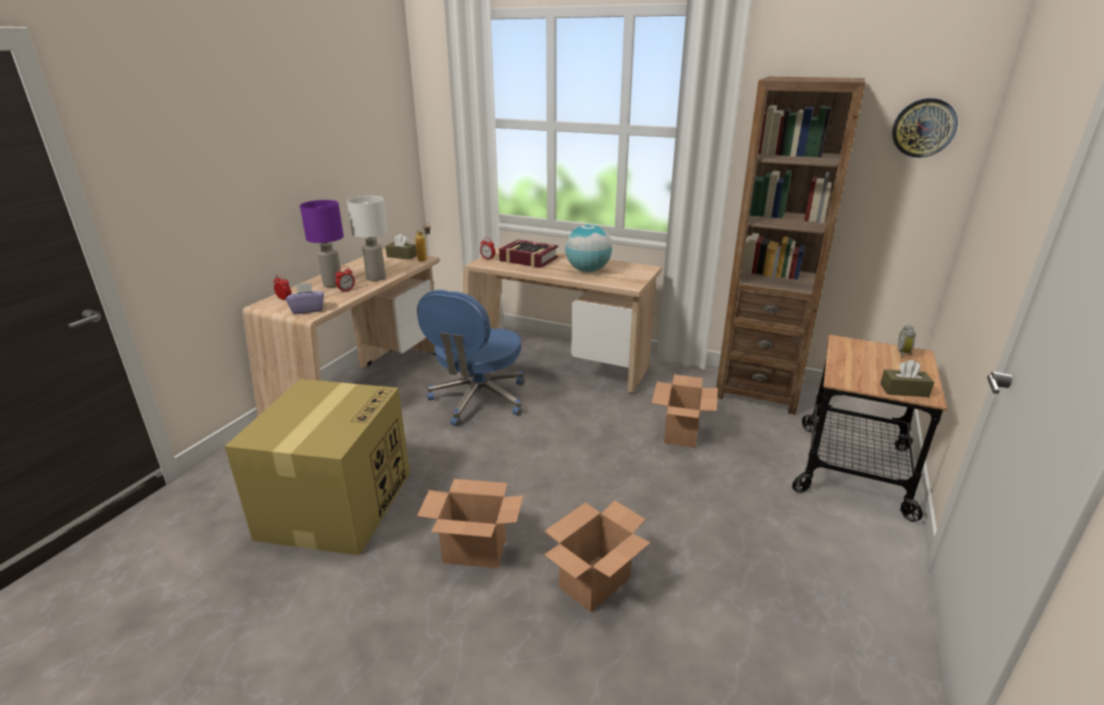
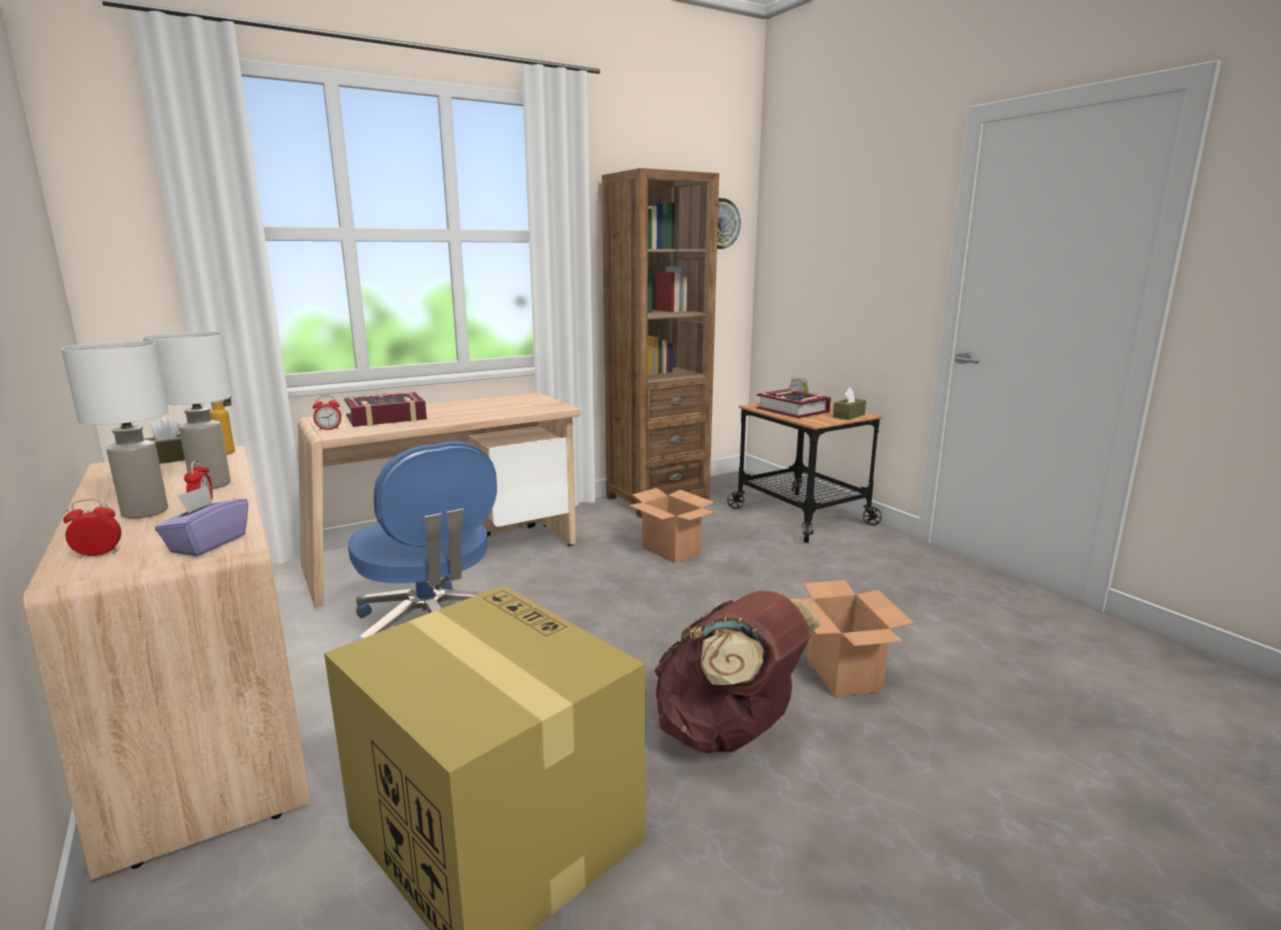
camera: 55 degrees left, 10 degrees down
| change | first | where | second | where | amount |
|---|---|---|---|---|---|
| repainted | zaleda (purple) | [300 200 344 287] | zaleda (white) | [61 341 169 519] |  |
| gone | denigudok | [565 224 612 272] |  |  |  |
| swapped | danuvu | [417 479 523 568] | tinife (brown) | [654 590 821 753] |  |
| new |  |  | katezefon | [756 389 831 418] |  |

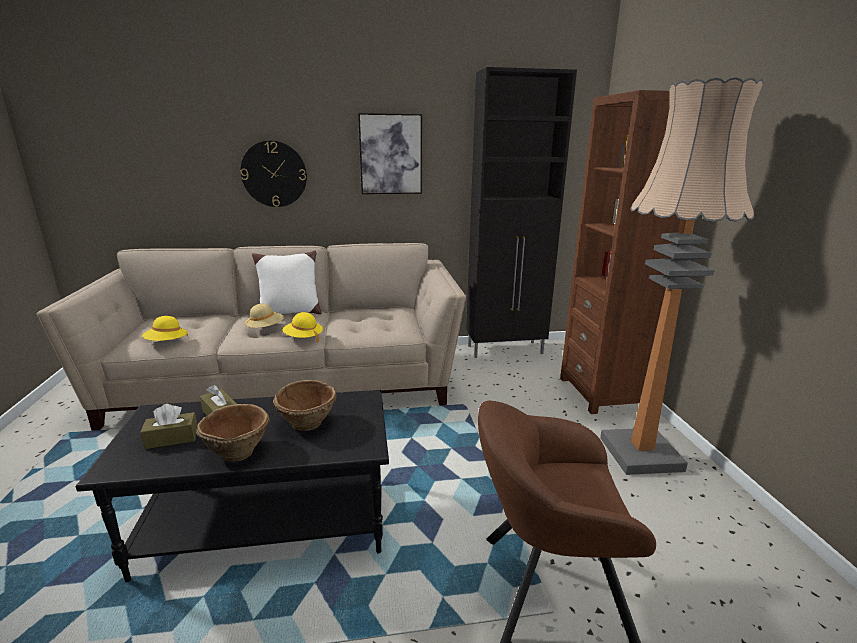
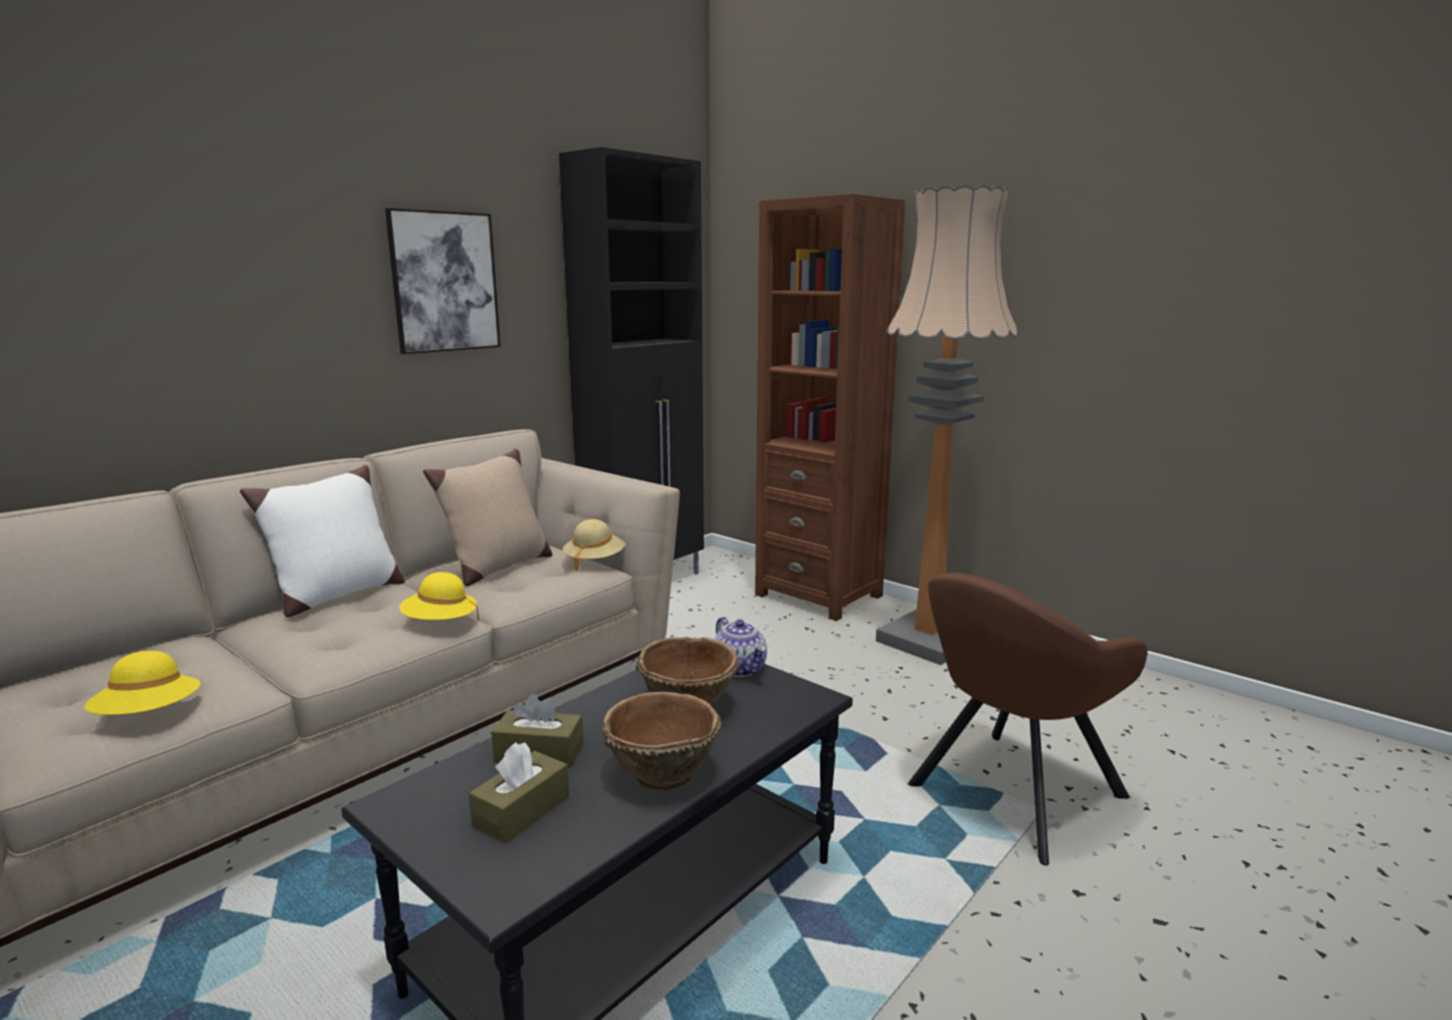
camera: 40 degrees left, 5 degrees down
| change | first | where | second | where | amount |
|---|---|---|---|---|---|
| gone | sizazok | [241 141 307 207] |  |  |  |
| shifted | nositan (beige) | [245 303 284 330] |  | [563 519 625 571] |  |
| new |  |  | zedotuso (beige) | [423 448 552 586] |  |
| new |  |  | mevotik | [714 617 767 677] |  |

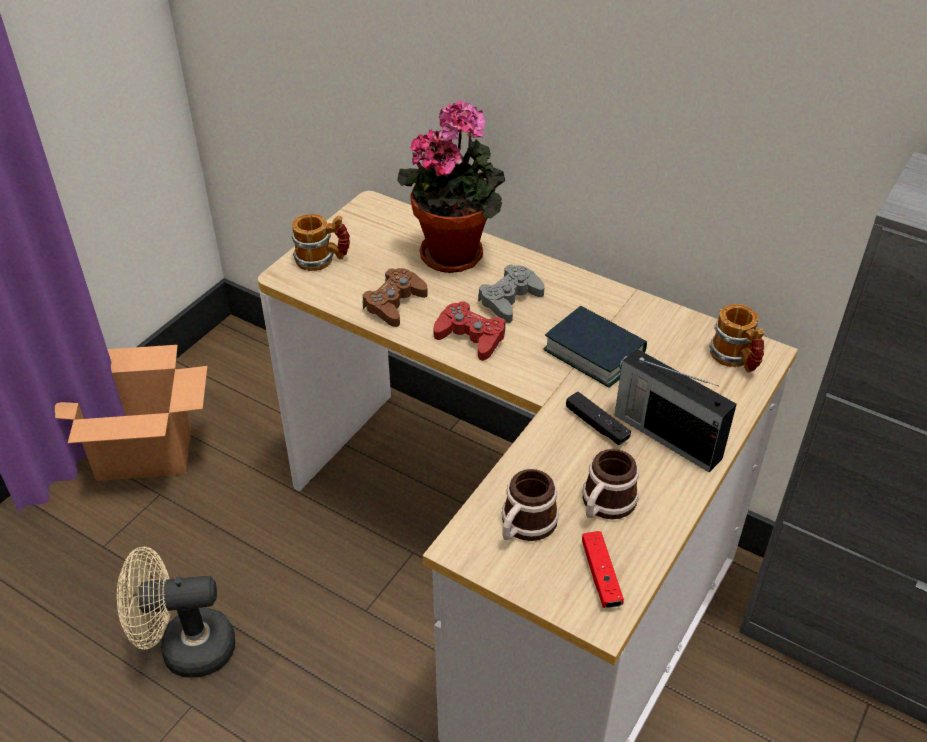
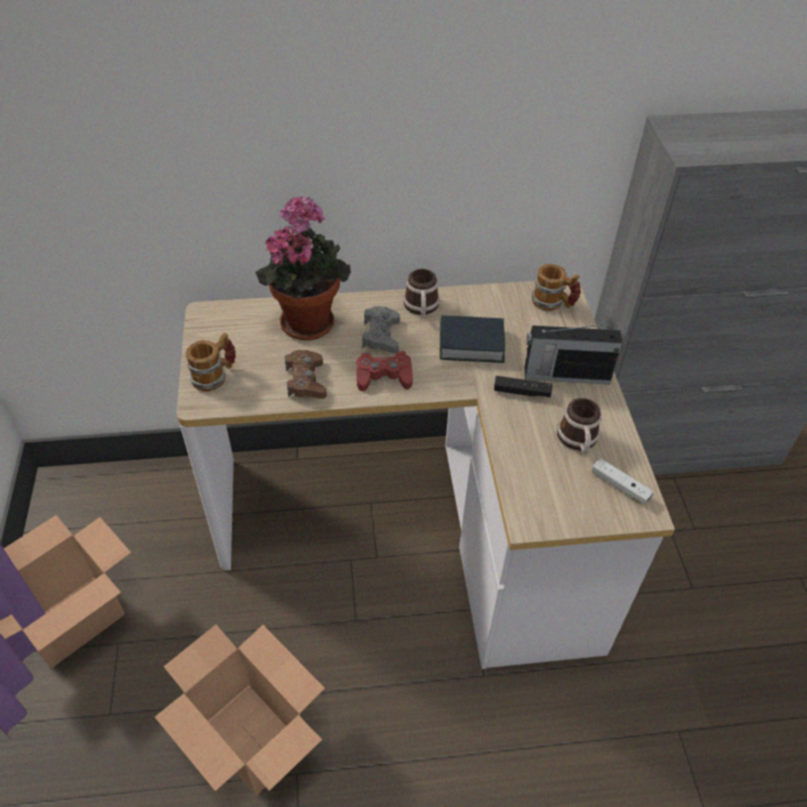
camera: 40 degrees left, 5 degrees up
| change | first | where | second | where | amount |
|---|---|---|---|---|---|
| shifted | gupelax | [502 469 559 541] |  | [403 269 440 316] |  |
| repainted | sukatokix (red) | [582 531 624 608] | sukatokix (white) | [592 458 654 504] |  |
| swapped | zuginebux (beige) | [117 547 235 678] | danuvu | [155 625 325 795] |  |

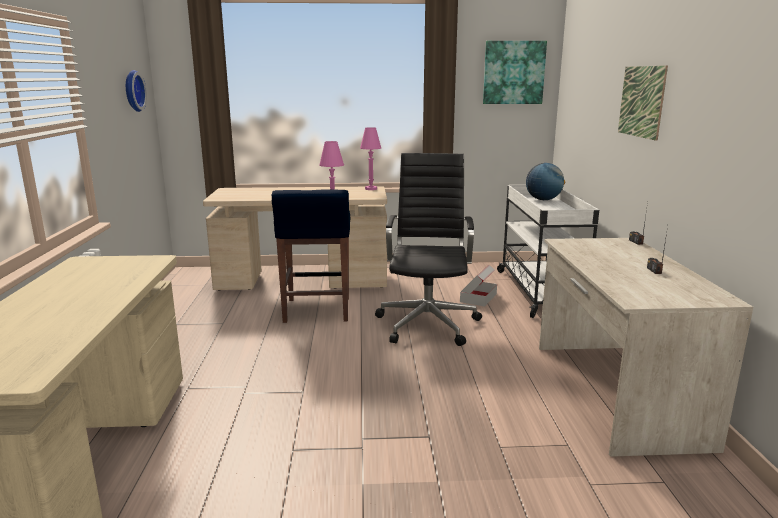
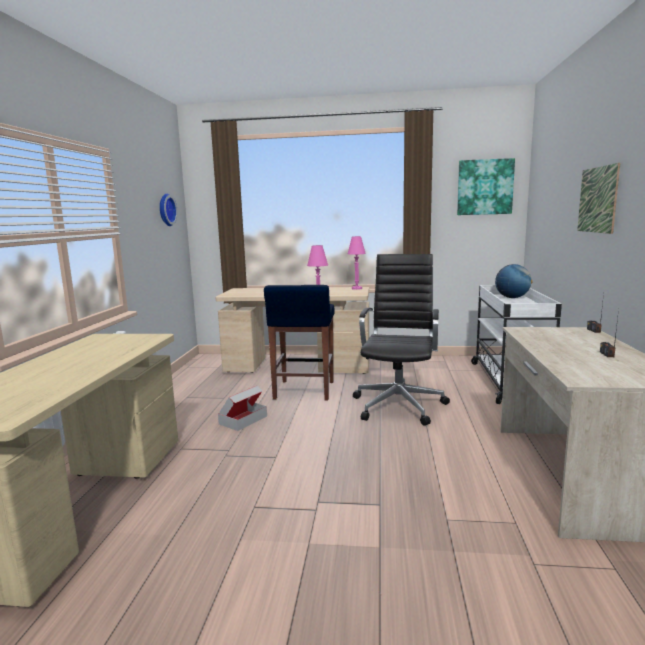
camera: 10 degrees right, 5 degrees down
| change | first | where | second | where | amount |
|---|---|---|---|---|---|
| shifted | danuvu | [460 265 497 307] |  | [218 385 267 431] |  |

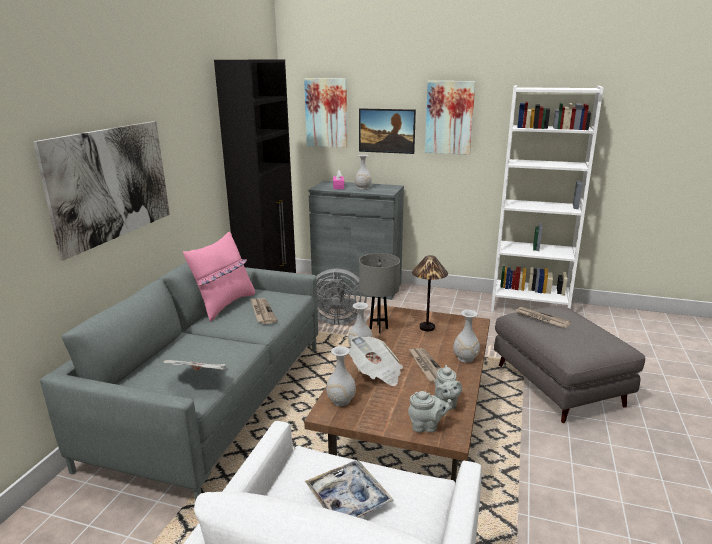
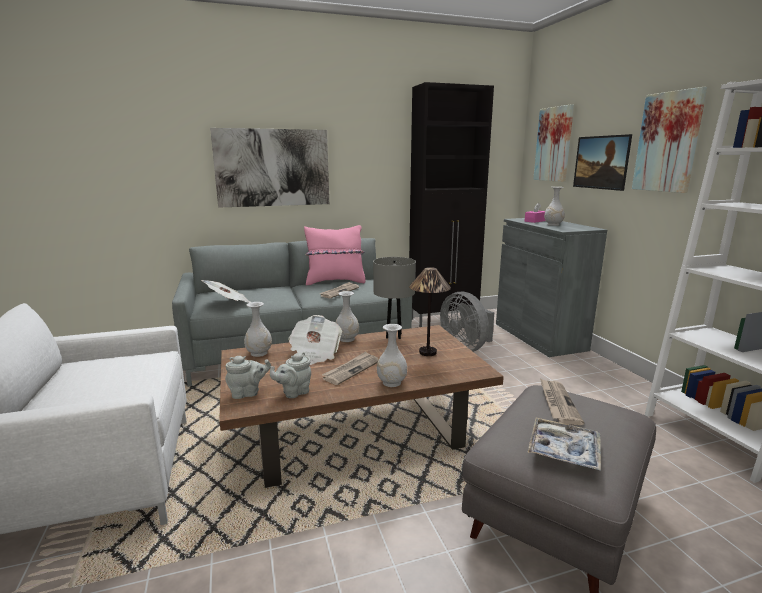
camera: 55 degrees right, 5 degrees down
| change | first | where | second | where | amount |
|---|---|---|---|---|---|
| rotated | mevotik (grey) | [408 391 453 432] |  | [225 356 271 399] | 75 degrees counterclockwise |
| shifted | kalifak | [305 460 394 517] |  | [527 418 601 471] |  |

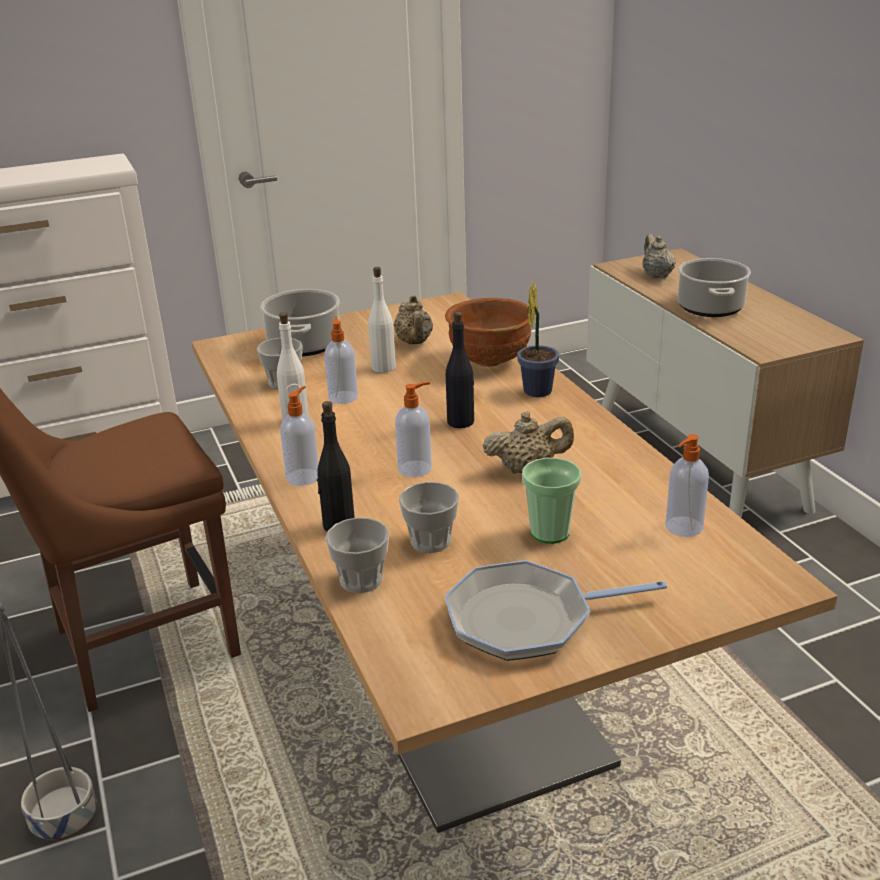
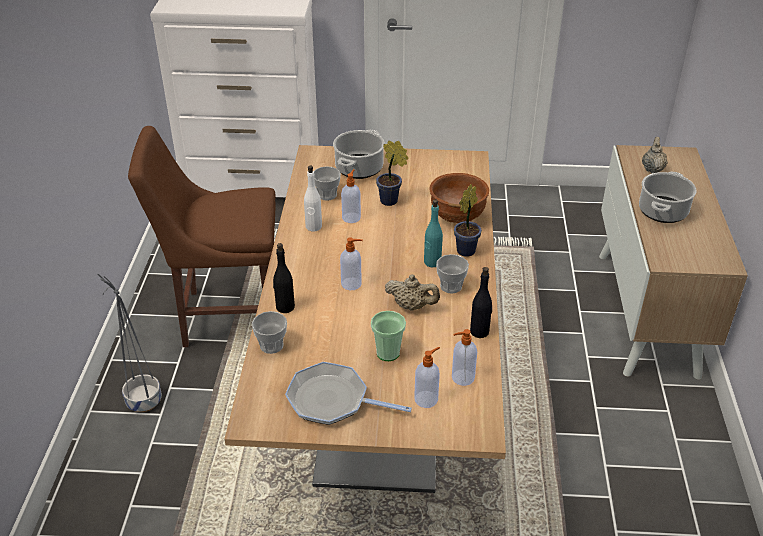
camera: 25 degrees right, 10 degrees up
| change | first | where | second | where | amount |
|---|---|---|---|---|---|
| swapped | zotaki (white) | [368 267 396 373] | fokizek | [376 141 408 206] |  |
| gone | mevotik (beige) | [393 295 433 344] |  |  |  |
| shifted | zotaki (black) | [446 312 474 428] |  | [470 267 492 338] |  |
| shifted | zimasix | [280 386 319 486] |  | [414 347 440 408] |  |
| shifted | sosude | [399 482 459 553] |  | [436 254 469 293] |  |
| new |  |  | zotaki (turquoise) | [424 199 443 267] |  |

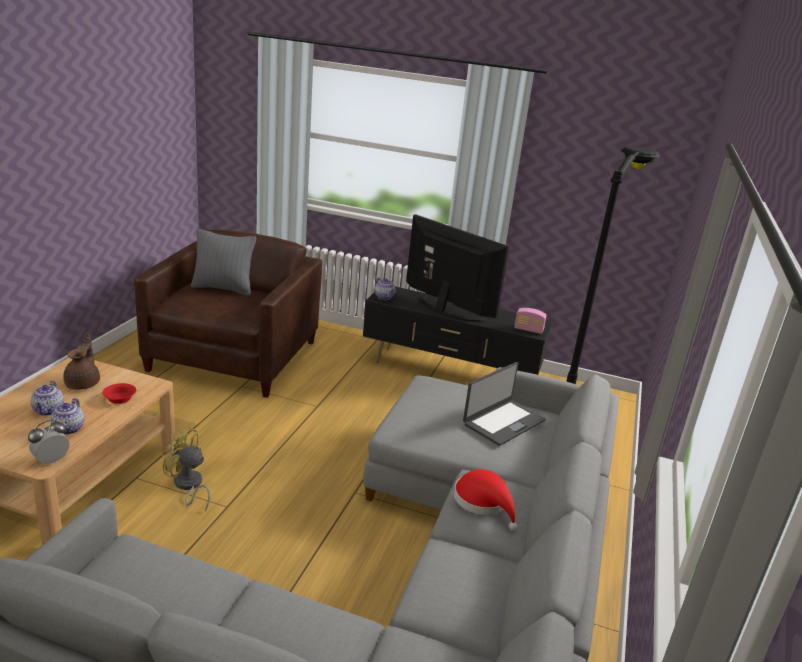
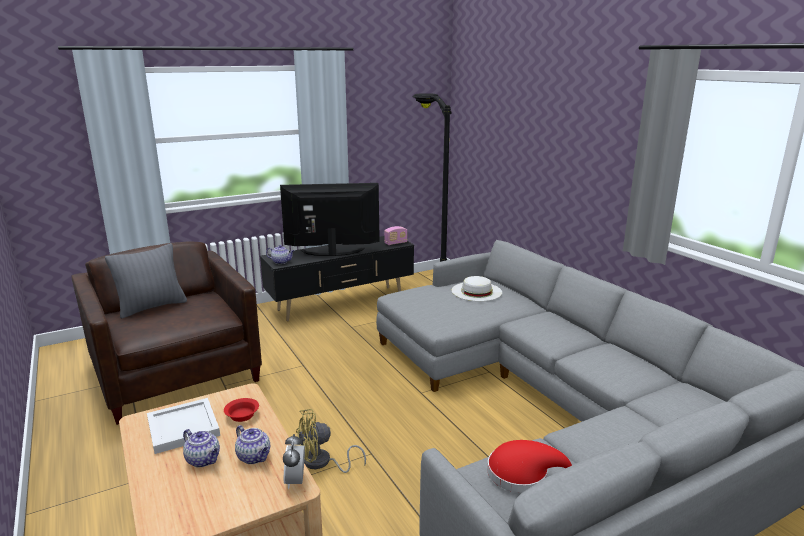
camera: 45 degrees left, 5 degrees down
| change | first | where | second | where | amount |
|---|---|---|---|---|---|
| swapped | mevotik (brown) | [63 333 100 390] | kalifak (white) | [147 398 220 454] |  |
| swapped | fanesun | [463 362 546 446] | nositan (white) | [452 276 502 301] |  |
| shifted | nositan (red) | [454 469 518 531] |  | [487 440 572 493] |  |

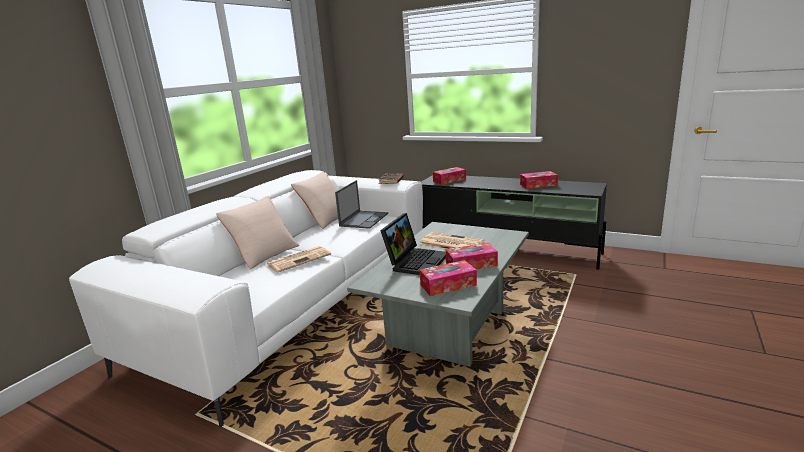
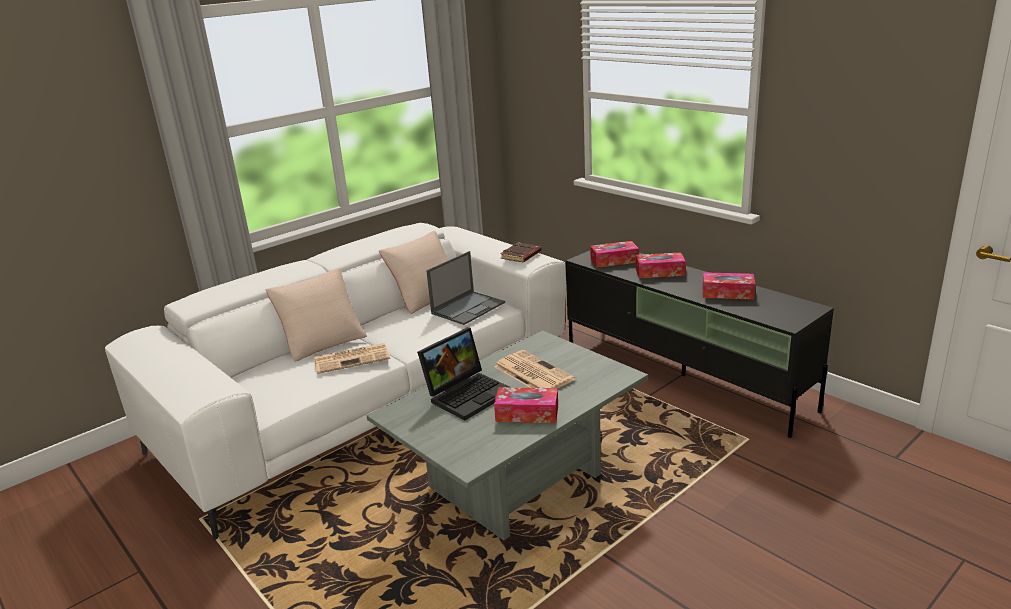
camera: 20 degrees right, 5 degrees up
| change | first | where | second | where | amount |
|---|---|---|---|---|---|
| shifted | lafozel | [420 260 477 296] |  | [636 252 686 278] |  |

